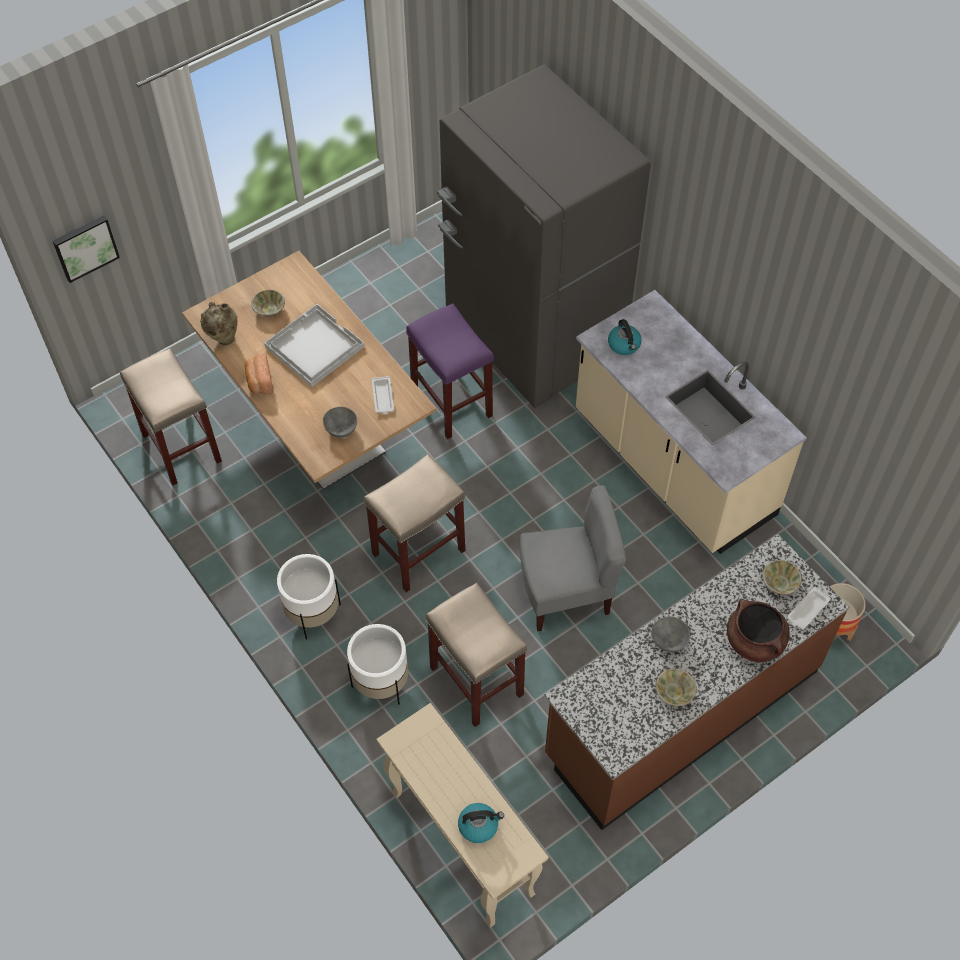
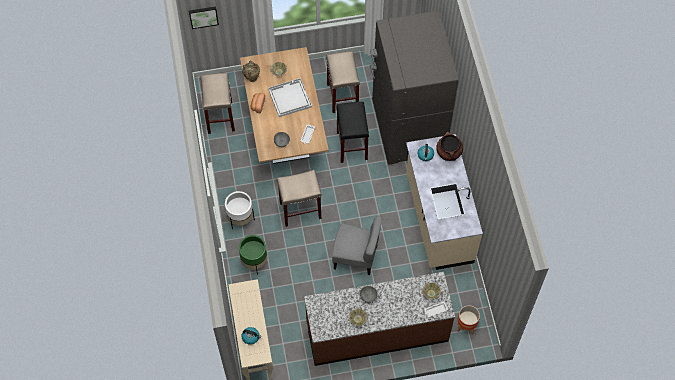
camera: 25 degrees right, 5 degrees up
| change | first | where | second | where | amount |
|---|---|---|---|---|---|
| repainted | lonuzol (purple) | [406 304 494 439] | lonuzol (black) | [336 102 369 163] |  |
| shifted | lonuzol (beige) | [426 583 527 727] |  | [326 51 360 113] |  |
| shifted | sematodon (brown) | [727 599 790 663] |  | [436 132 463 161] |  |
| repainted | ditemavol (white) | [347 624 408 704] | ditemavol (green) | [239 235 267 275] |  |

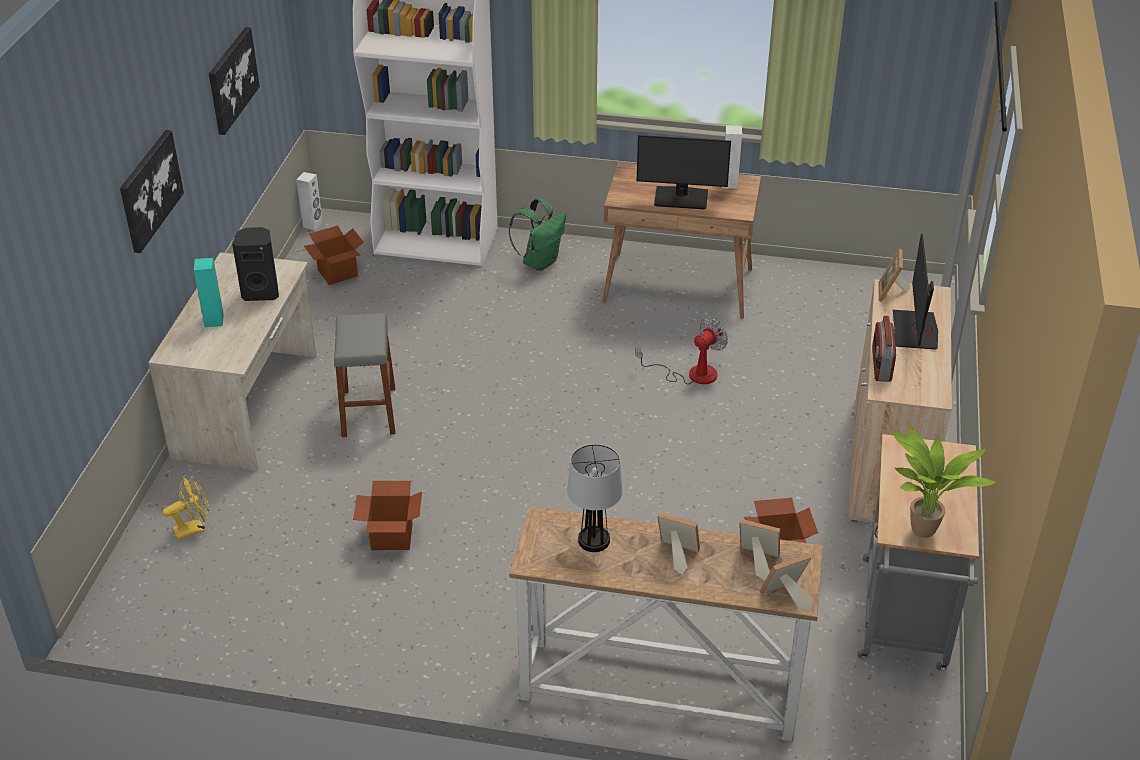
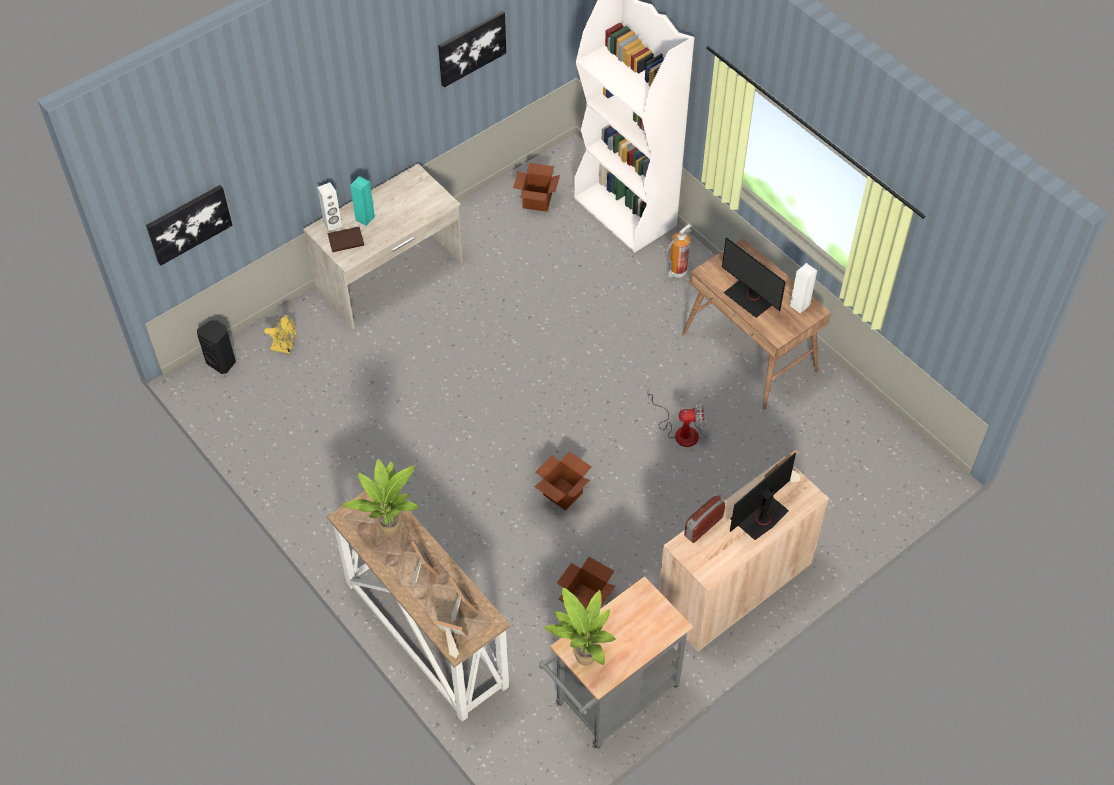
camera: 40 degrees right, 15 degrees up
| change | first | where | second | where | amount |
|---|---|---|---|---|---|
| shifted | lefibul | [120 130 184 253] |  | [146 185 233 265] |  |
| shifted | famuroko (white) | [296 172 323 230] |  | [317 182 342 231] |  |
| swapped | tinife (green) | [509 197 566 271] | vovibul | [665 224 692 278] |  |
| shifted | famuroko (black) | [232 227 279 301] |  | [197 320 236 374] |  |
| gone | lonuzol (grey) | [334 313 395 437] |  |  |  |
| swapped | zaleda | [567 444 623 552] | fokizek | [342 459 419 537] |  |
| shifted | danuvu | [353 481 422 550] |  | [535 451 592 511] |  |
| new |  |  | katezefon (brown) | [328 227 364 252] |  |

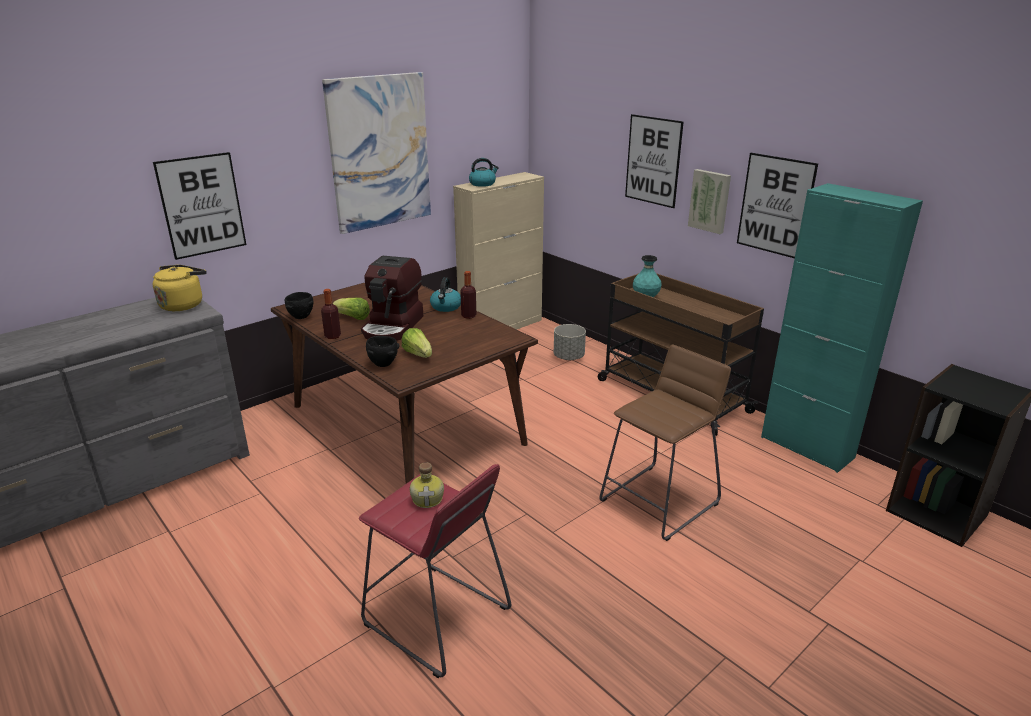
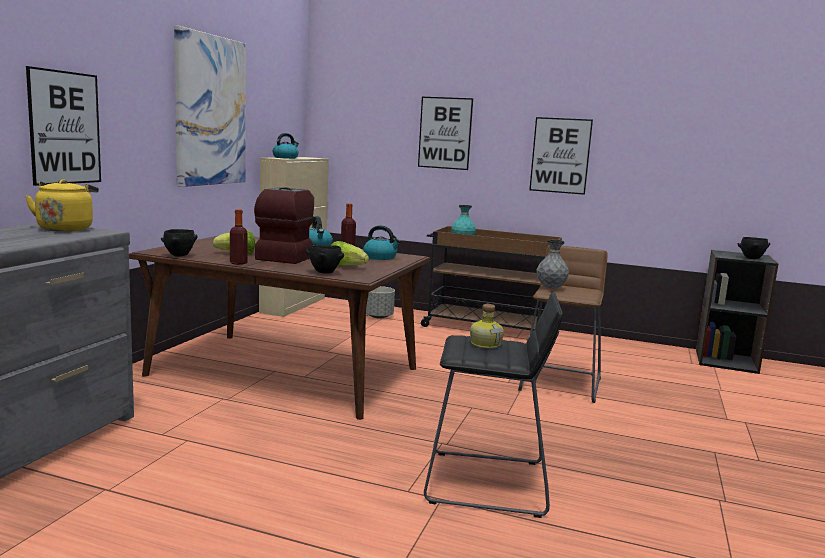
camera: 30 degrees left, 15 degrees down
| change | first | where | second | where | amount |
|---|---|---|---|---|---|
| gone | lefibul | [688 169 731 234] |  |  |  |
| gone | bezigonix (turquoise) | [761 183 923 473] |  |  |  |
| rotated | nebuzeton | [361 255 423 341] |  | [254 188 316 264] | 150 degrees counterclockwise |
| repainted | lonuzol (red) | [359 464 511 678] | lonuzol (black) | [424 293 563 518] |  |
| new |  |  | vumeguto | [363 225 401 260] |  |
| new |  |  | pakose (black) | [738 237 770 259] |  |
| new |  |  | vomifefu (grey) | [537 240 569 289] |  |

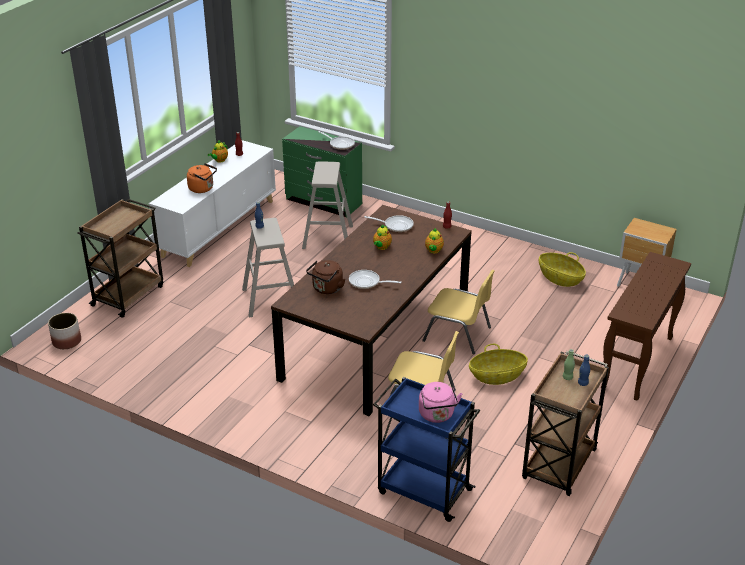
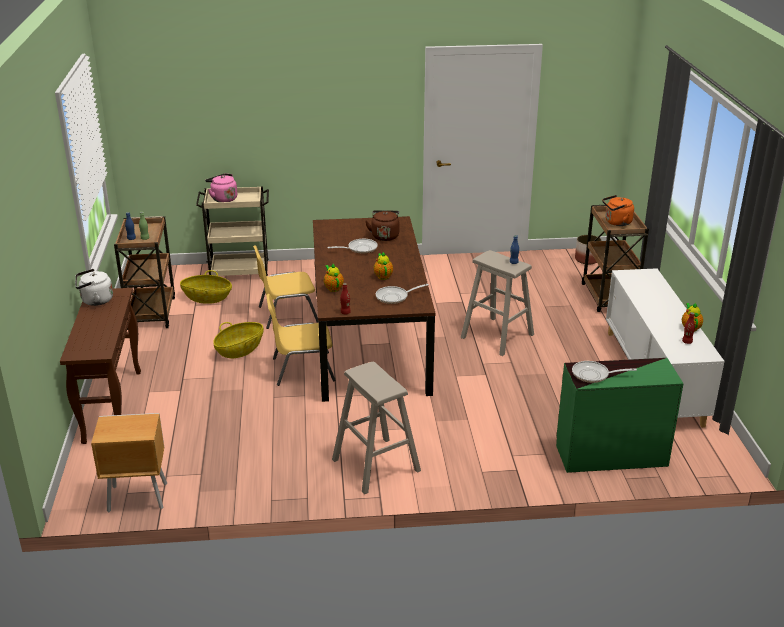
camera: 145 degrees right, 5 degrees down
| change | first | where | second | where | amount |
|---|---|---|---|---|---|
| shifted | lonuzol (beige) | [302 162 353 249] |  | [332 362 421 494] |  |
| shifted | vumeguto (orange) | [187 163 217 193] |  | [602 195 634 226] |  |
| shifted | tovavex | [539 252 586 287] |  | [180 270 232 304] |  |
| repainted | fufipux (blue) | [373 377 480 522] | fufipux (beige) | [196 186 269 276] |  |
| new |  |  | vumeguto (white) | [75 269 113 306] |  |

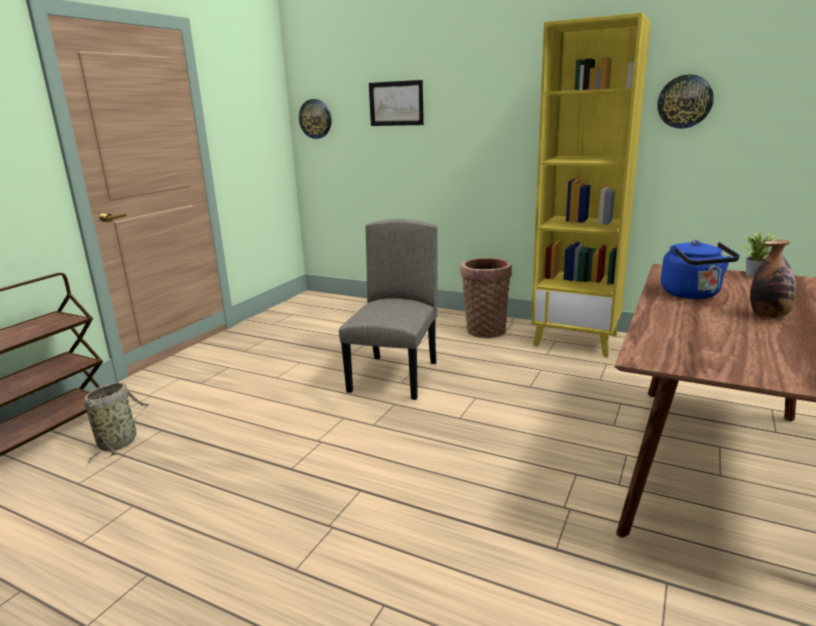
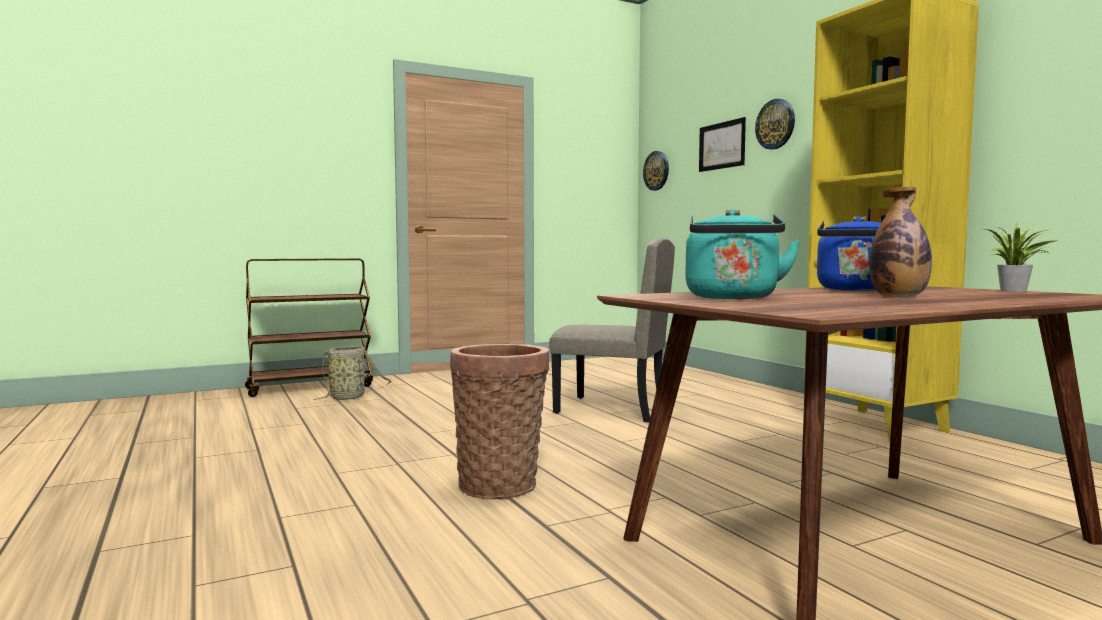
camera: 35 degrees right, 15 degrees down
| change | first | where | second | where | amount |
|---|---|---|---|---|---|
| shifted | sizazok | [657 74 714 129] |  | [755 99 795 150] |  |
| rotated | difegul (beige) | [339 219 438 400] |  | [549 238 675 422] | 60 degrees clockwise |
| shifted | tovavex | [461 257 512 338] |  | [450 344 549 500] |  |
| new |  |  | vumeguto (turquoise) | [685 209 800 299] |  |

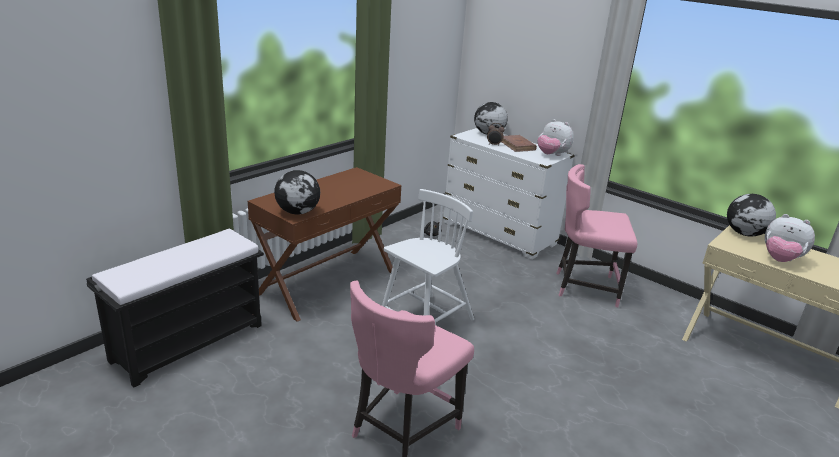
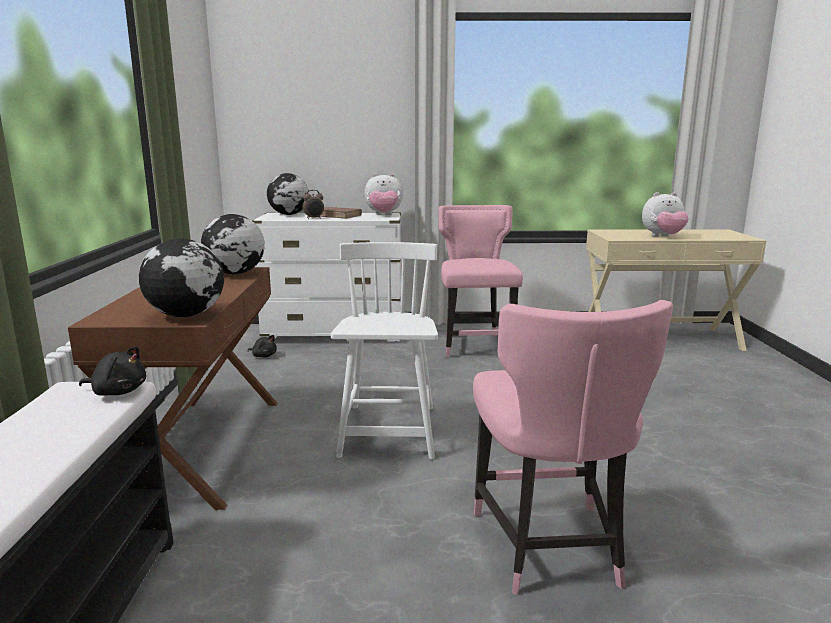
camera: 40 degrees left, 10 degrees down
| change | first | where | second | where | amount |
|---|---|---|---|---|---|
| rotated | difegul (pink) | [556 164 637 307] |  | [438 205 523 358] | 120 degrees clockwise |
| shifted | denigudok | [727 194 776 236] |  | [201 214 265 274] |  |
| new |  |  | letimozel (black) | [79 346 146 395] |  |

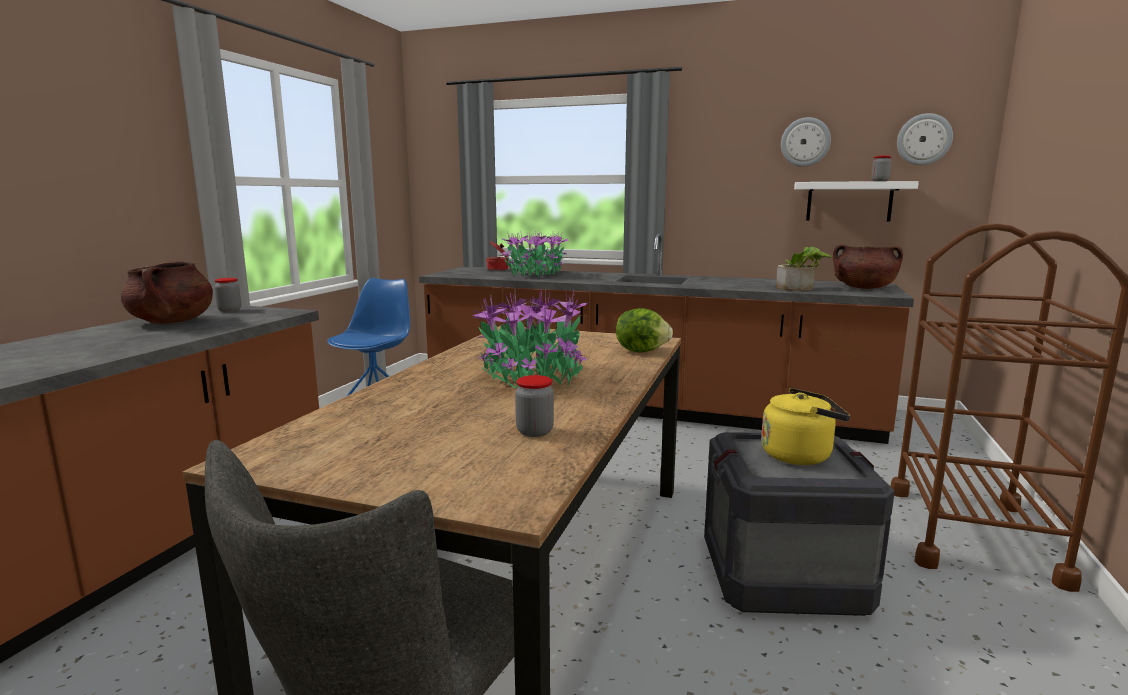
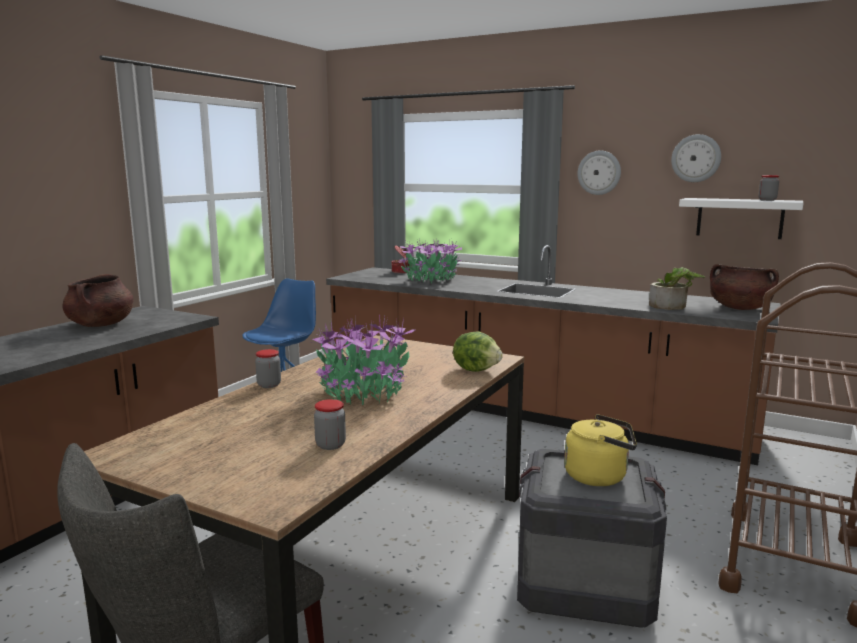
camera: 10 degrees right, 0 degrees up
| change | first | where | second | where | amount |
|---|---|---|---|---|---|
| shifted | sizazok | [897 113 953 165] |  | [577 150 621 195] |  |
| shifted | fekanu | [214 278 241 312] |  | [255 349 281 388] |  |

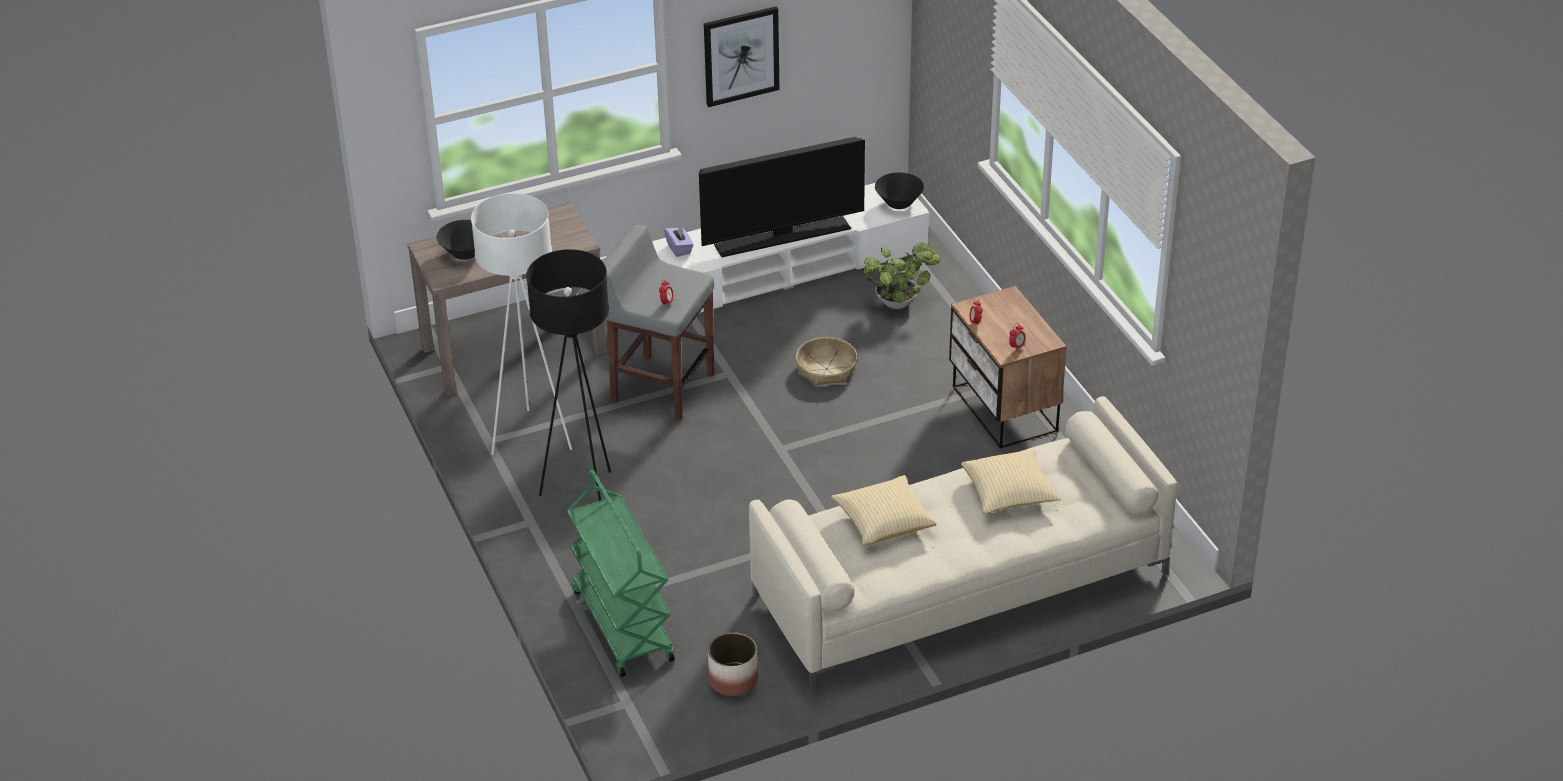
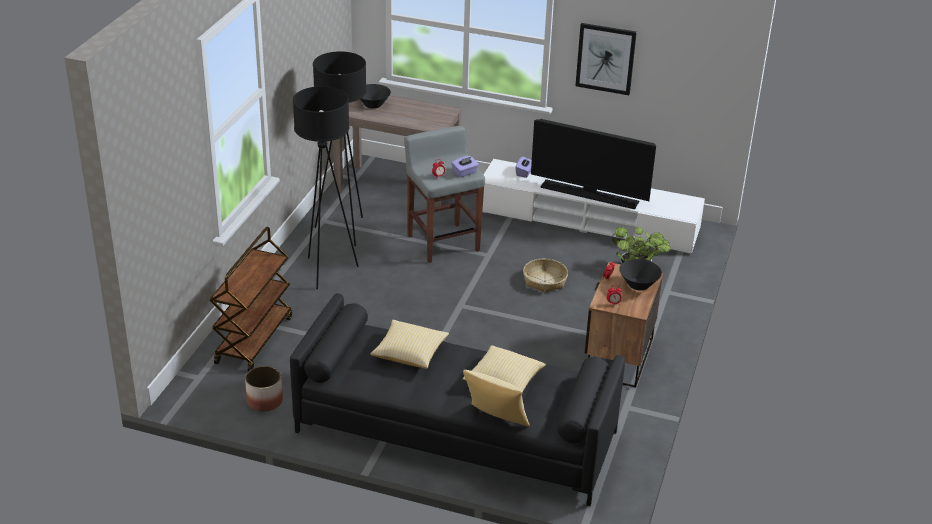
camera: 40 degrees right, 5 degrees down
| change | first | where | second | where | amount |
|---|---|---|---|---|---|
| shifted | pakose (black) | [875 172 924 209] |  | [619 259 662 290] |  |
| repainted | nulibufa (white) | [471 193 572 455] | nulibufa (black) | [313 51 367 246] |  |
| repainted | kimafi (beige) | [749 396 1177 690] | kimafi (black) | [290 293 625 506] |  |
| repainted | fufipux (green) | [567 470 675 677] | fufipux (brown) | [210 227 292 371] |  |
| new |  |  | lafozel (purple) | [451 156 479 177] |  |
| new |  |  | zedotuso | [463 370 530 426] |  |

